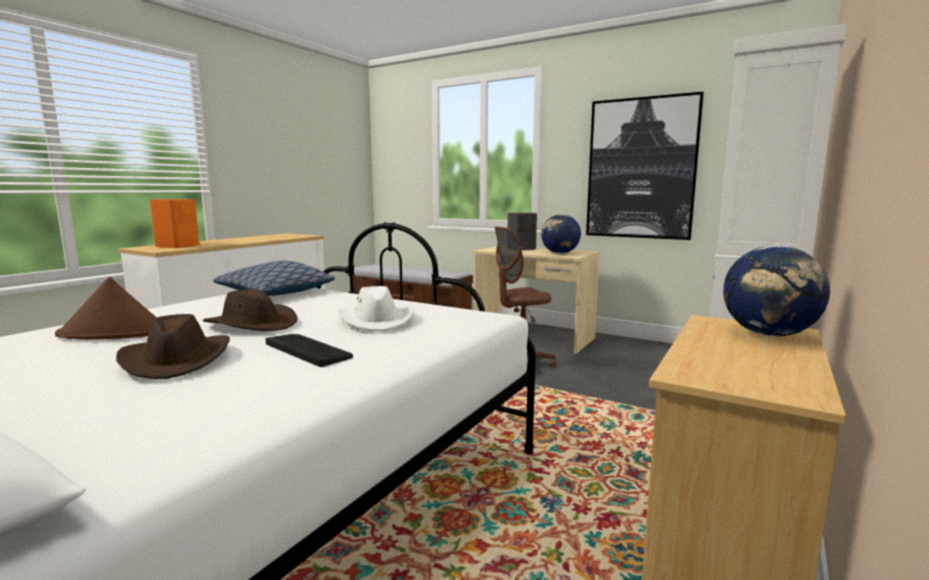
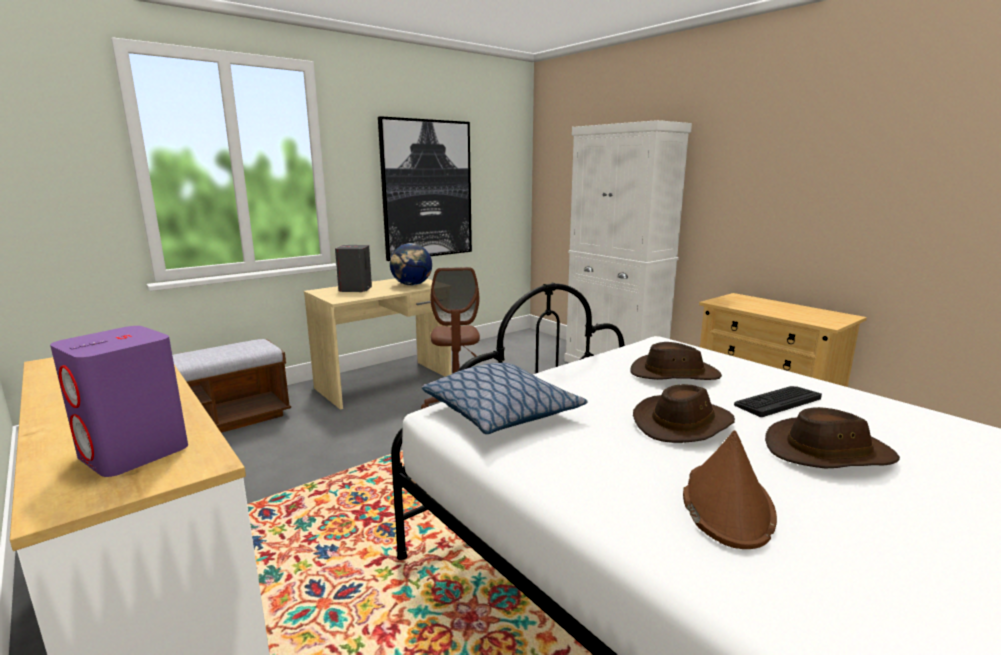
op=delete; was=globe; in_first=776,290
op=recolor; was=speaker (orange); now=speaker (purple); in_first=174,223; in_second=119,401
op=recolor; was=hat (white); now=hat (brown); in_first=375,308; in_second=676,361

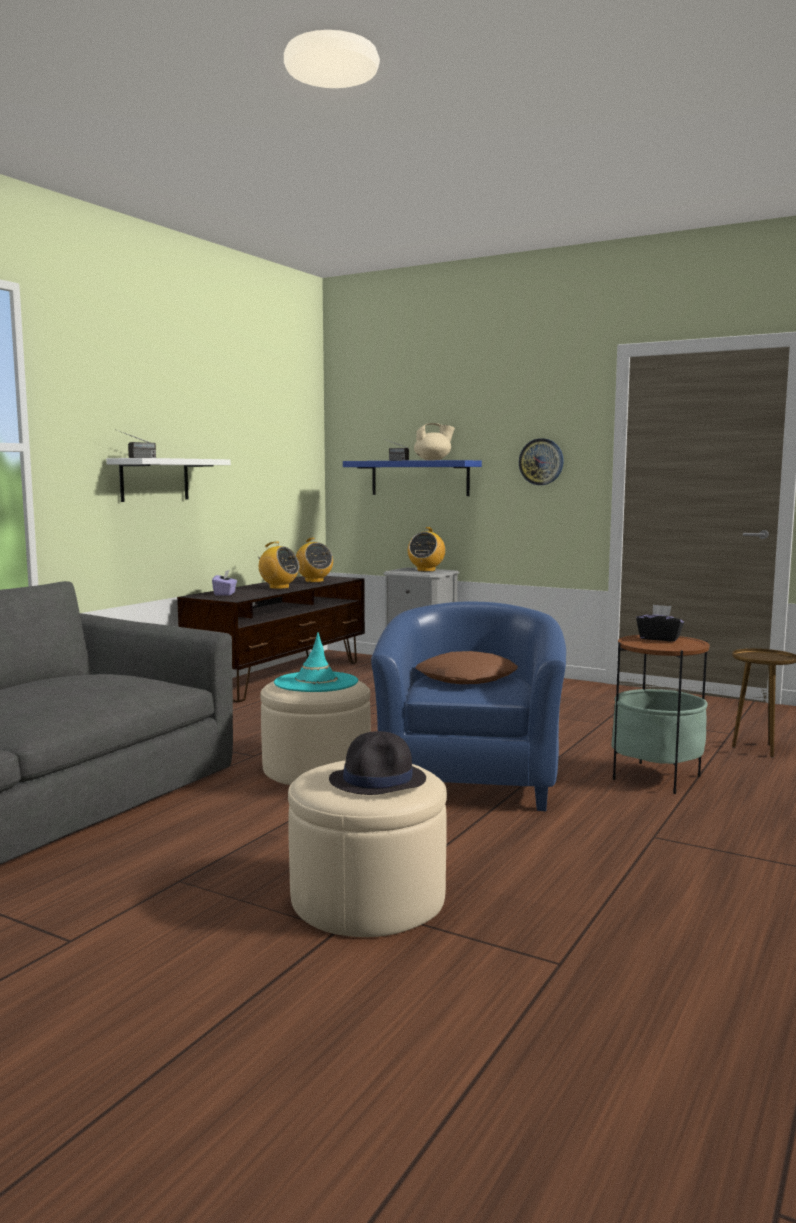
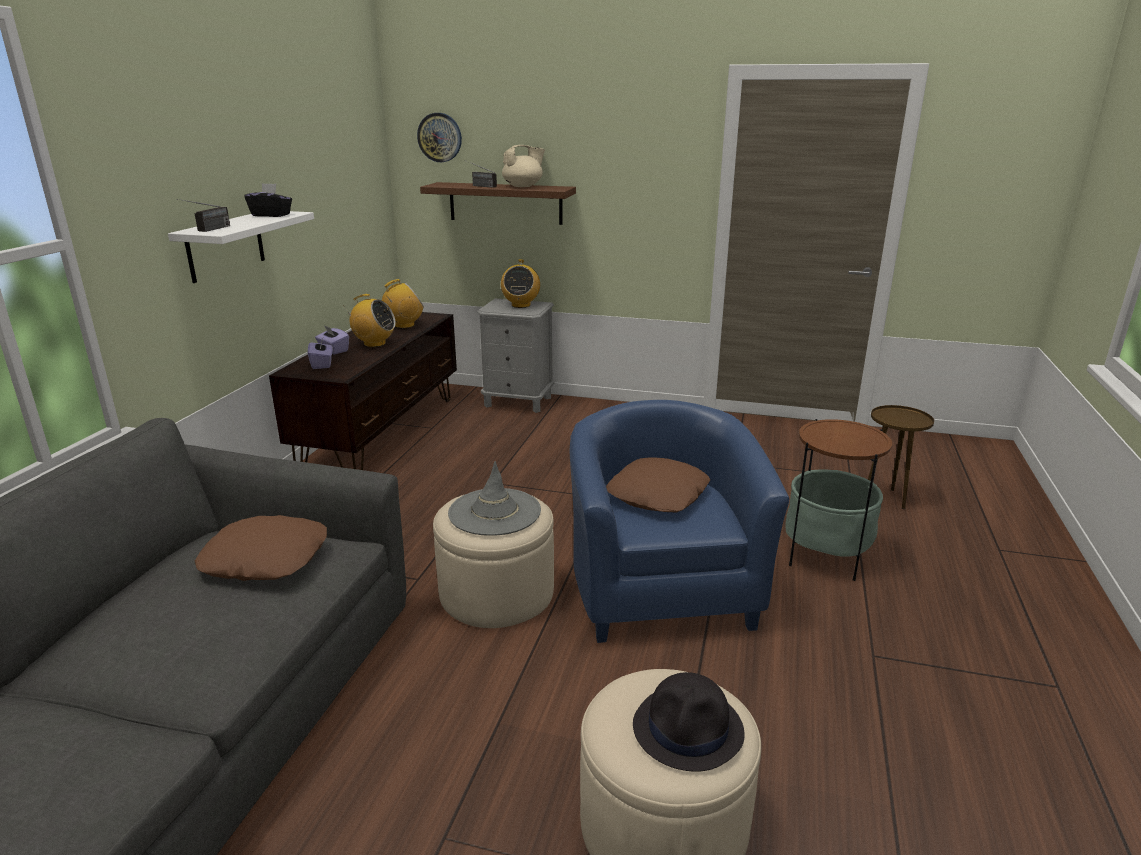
op=insert; now=pillow (brown); in_second=261,548
op=insert; now=tissue box (purple); in_second=332,340
op=move; was=wall clock; in_first=541,461; in_second=439,137
op=move; was=tissue box (black); in_first=660,623; in_second=268,200
op=recolor; was=hat (turquoise); now=hat (grey); in_first=316,662; in_second=494,498
op=recolor; was=shelf (blue); now=shelf (brown); in_first=412,478; in_second=498,203
op=rotate; was=radio; in_first=314,560; in_second=403,303; clockwise=-75

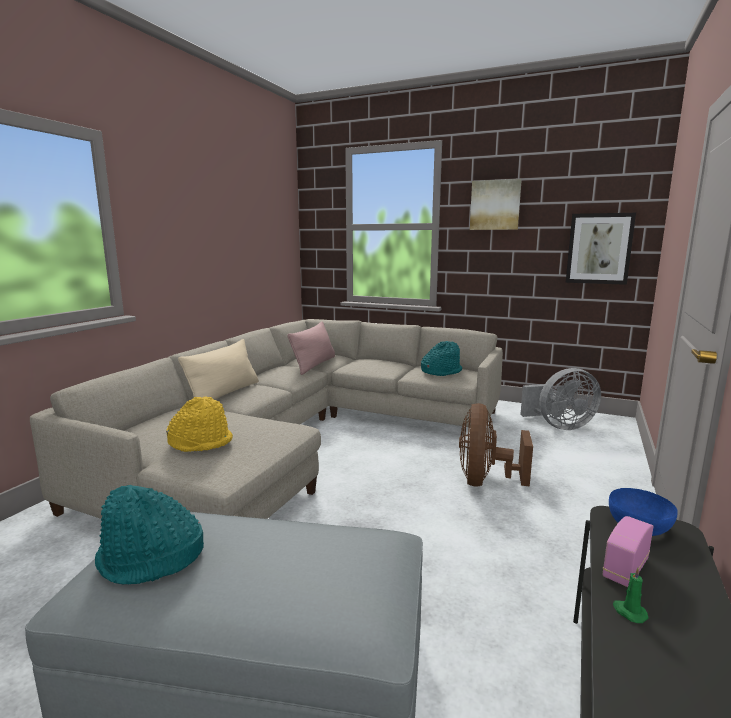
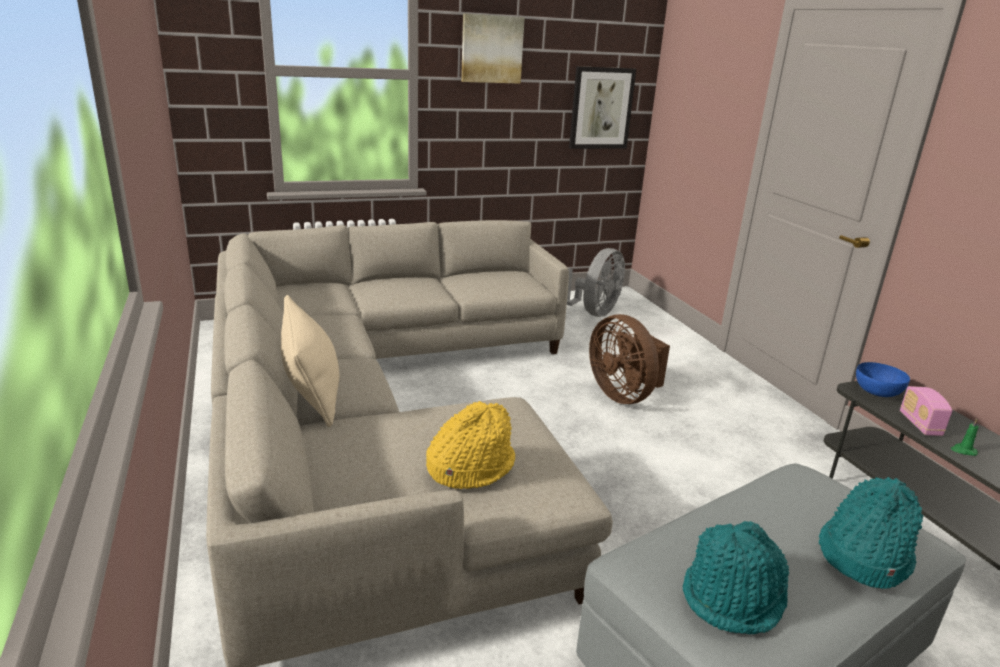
op=delete; was=pillow (pink); in_first=311,348
op=move; was=hat (turquoise); in_first=441,358; in_second=871,533

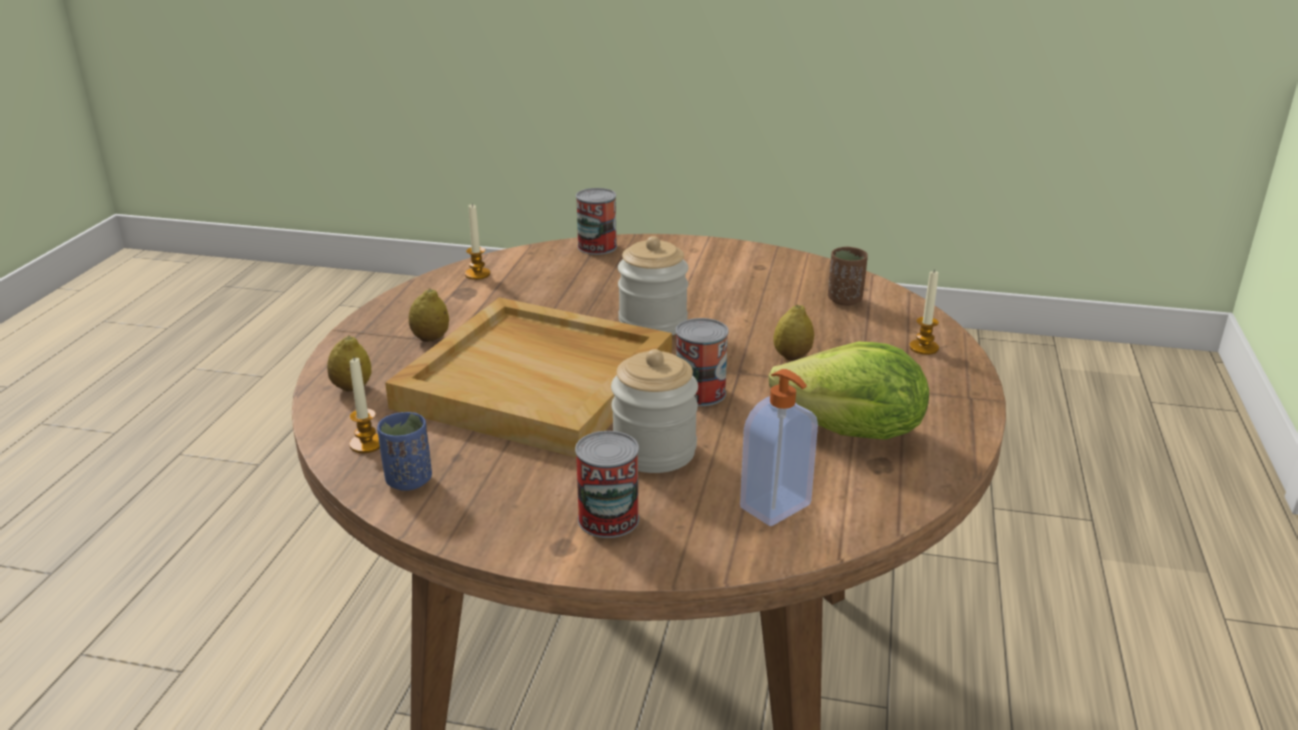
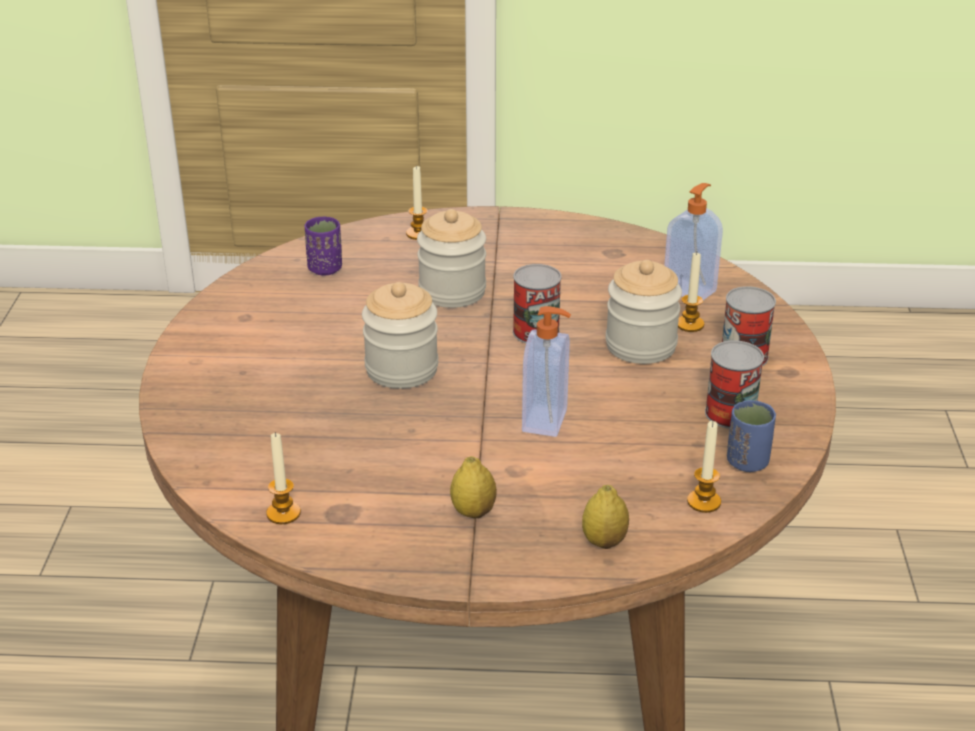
op=delete; was=lettuce; in_first=849,391
op=insert; now=candle; in_second=691,292
op=move; was=can; in_first=596,221; in_second=734,384
op=replace; was=tray (beige); now=soap dispenser; in_first=528,377; in_second=546,371
op=replace; was=lemon; now=jar; in_first=793,332; in_second=451,258
op=recolor; was=cup (brown); now=cup (purple); in_first=848,276; in_second=323,246

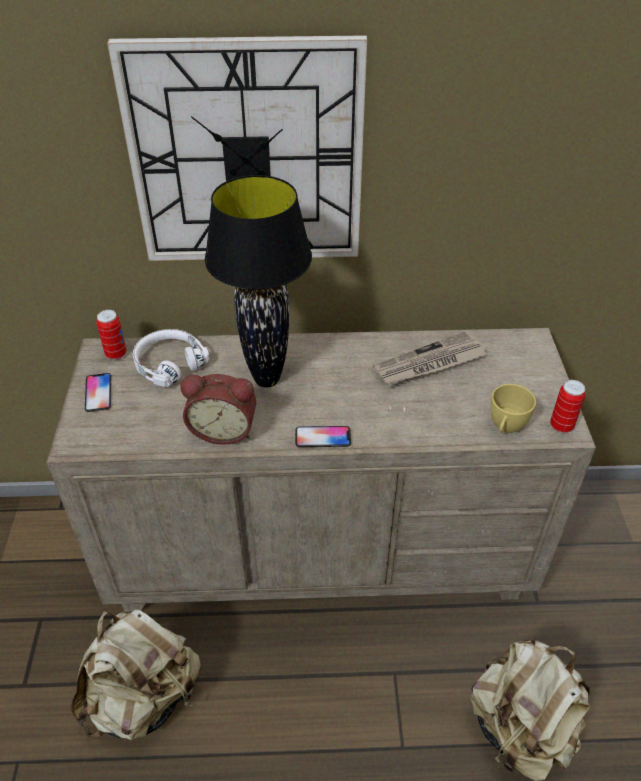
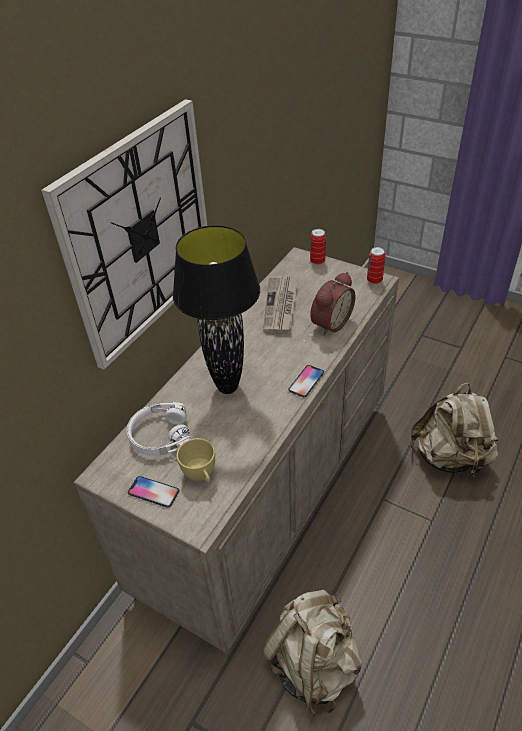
op=move; was=can; in_first=111,335; in_second=318,247
op=move; was=alarm clock; in_first=218,409; in_second=333,304
op=move; was=cup (yellow); in_first=513,408; in_second=196,460

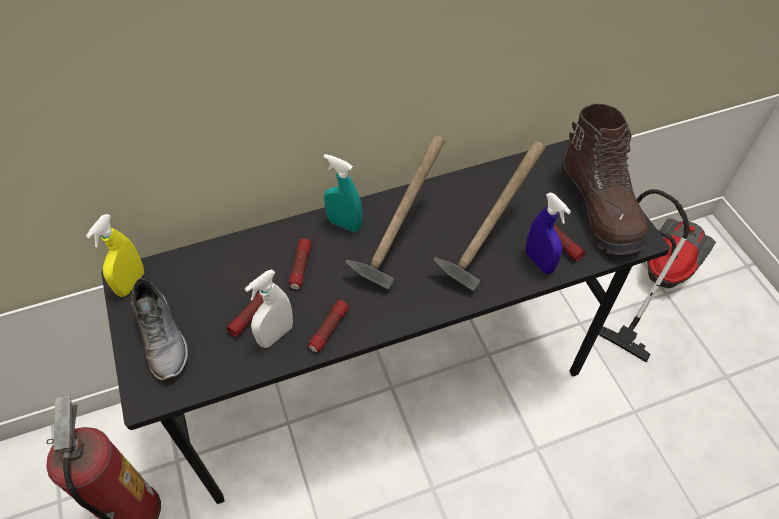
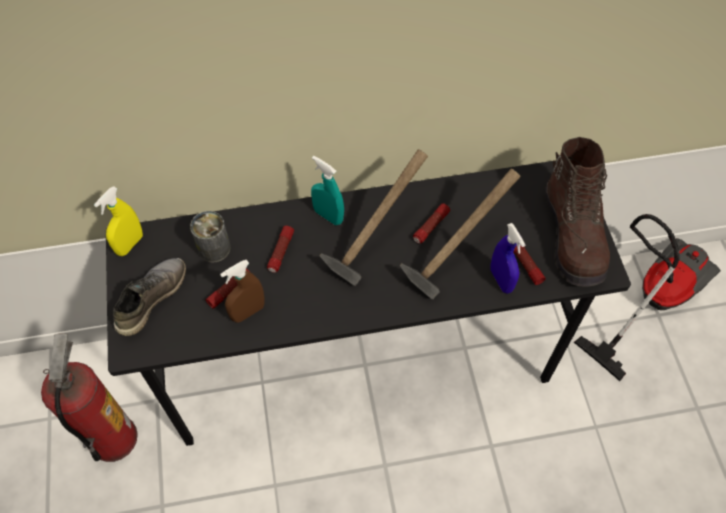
op=insert; now=can; in_second=210,236
op=move; was=flashlight; in_first=328,326; in_second=431,223
op=recolor; was=spray bottle (white); now=spray bottle (brown); in_first=269,308; in_second=242,291
op=rotate; was=shoe (grey); in_first=159,329; in_second=149,297; clockwise=-135

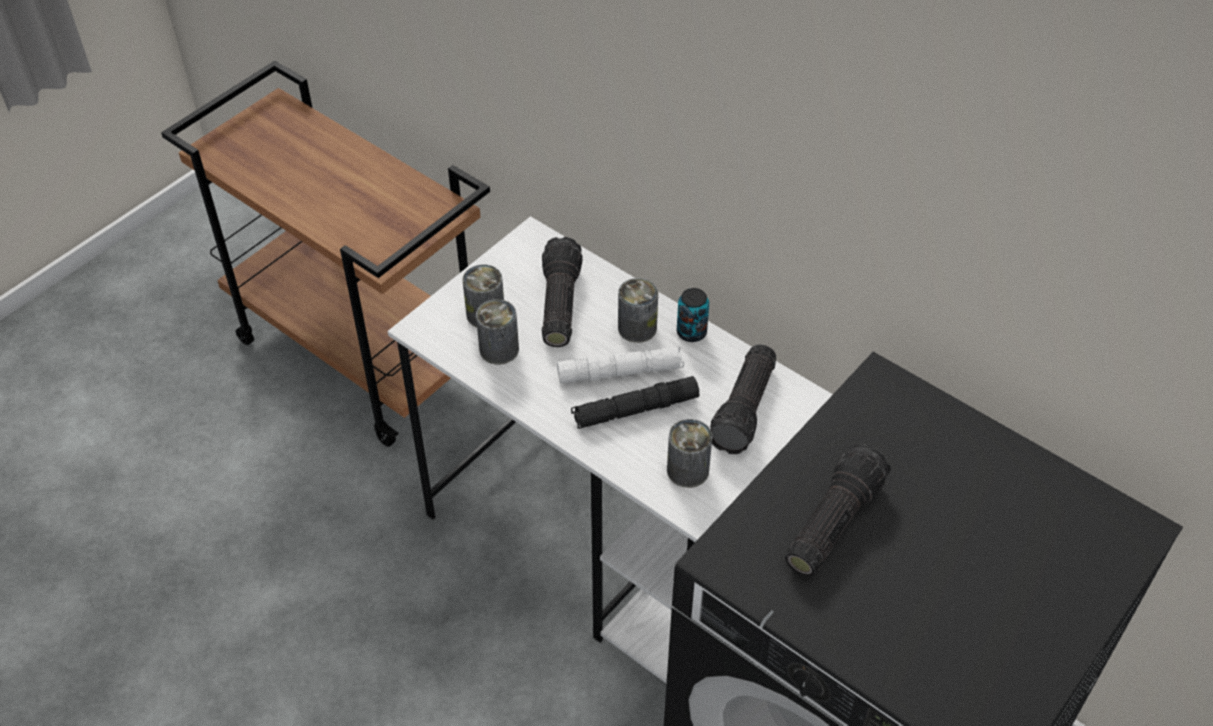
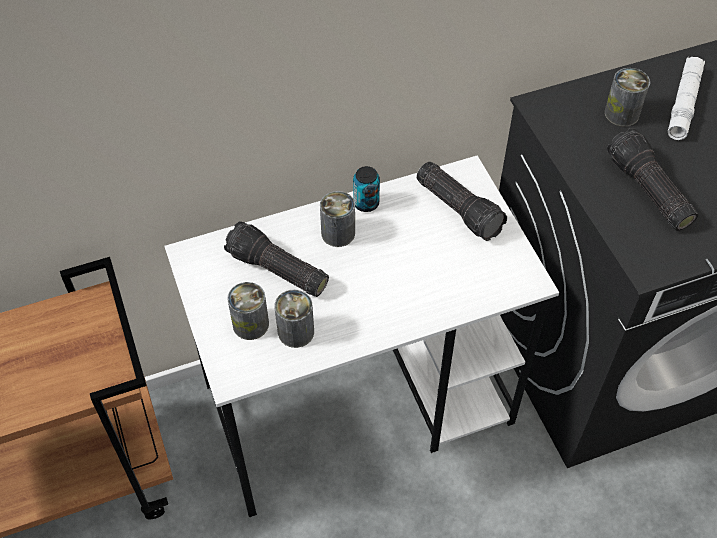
op=delete; was=flashlight (black); in_first=635,402
op=move; was=flashlight (white); in_first=620,365; in_second=686,98
op=move; was=can; in_first=689,453; in_second=627,97

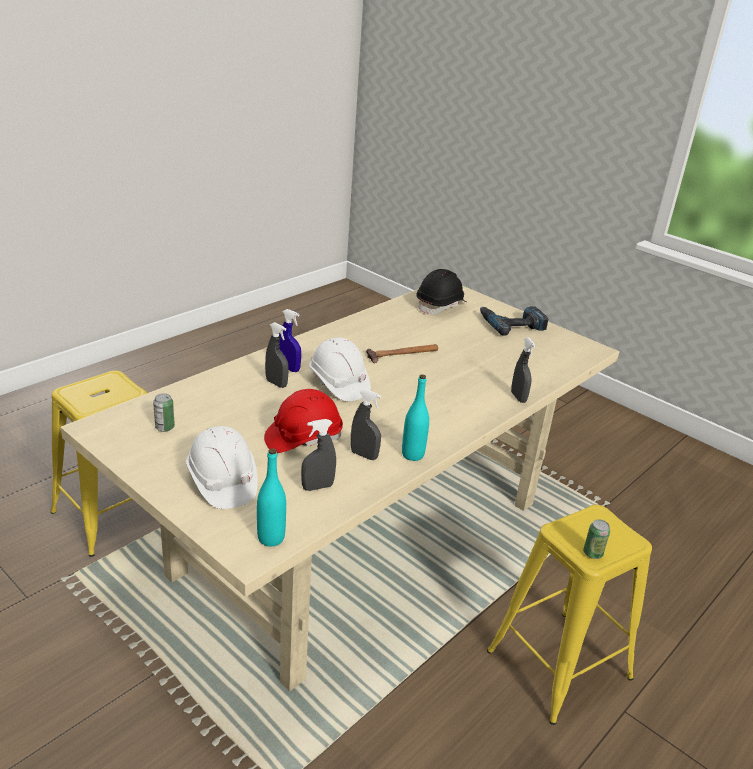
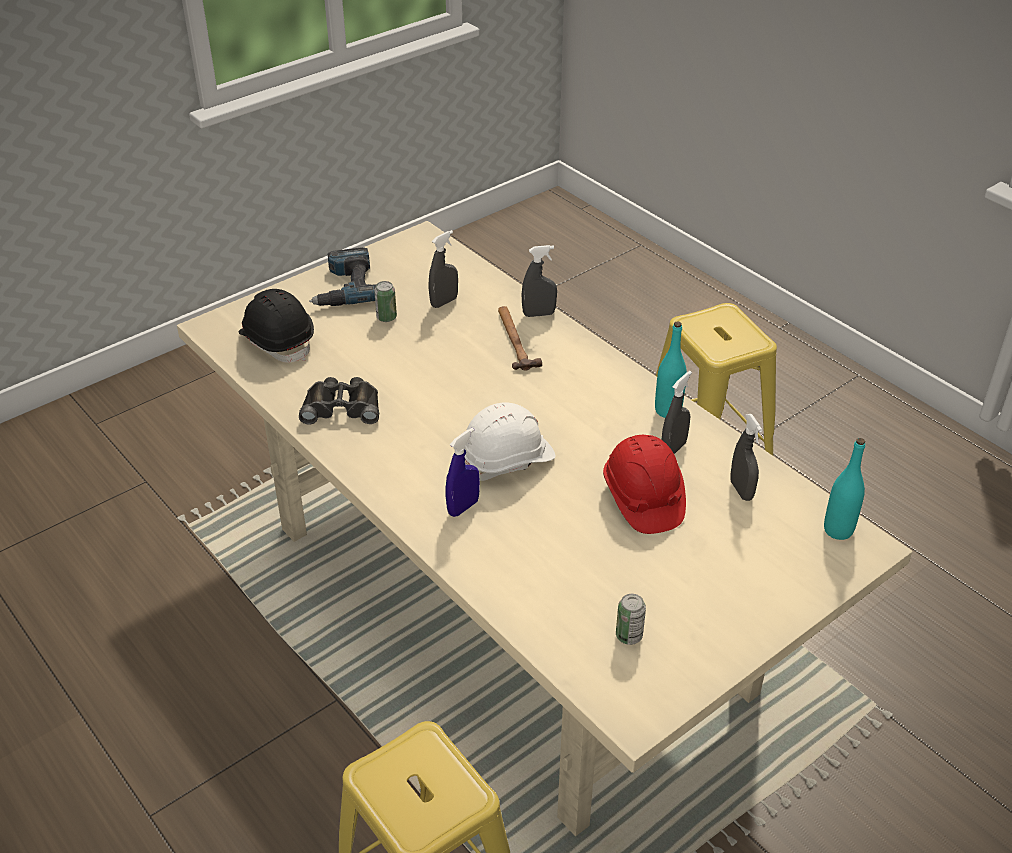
op=delete; was=hard hat (white); in_first=222,467
op=insert; now=binoculars (black); in_second=339,401
op=move; was=spray bottle (grey); in_first=277,355; in_second=443,269
op=move; was=hammer; in_first=402,353; in_second=520,338
op=move; was=can; in_first=596,539; in_second=385,301

